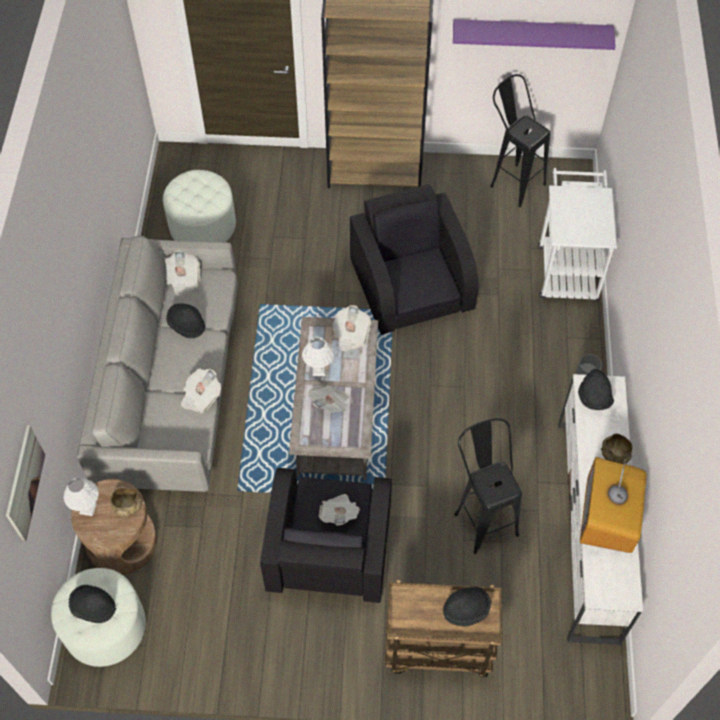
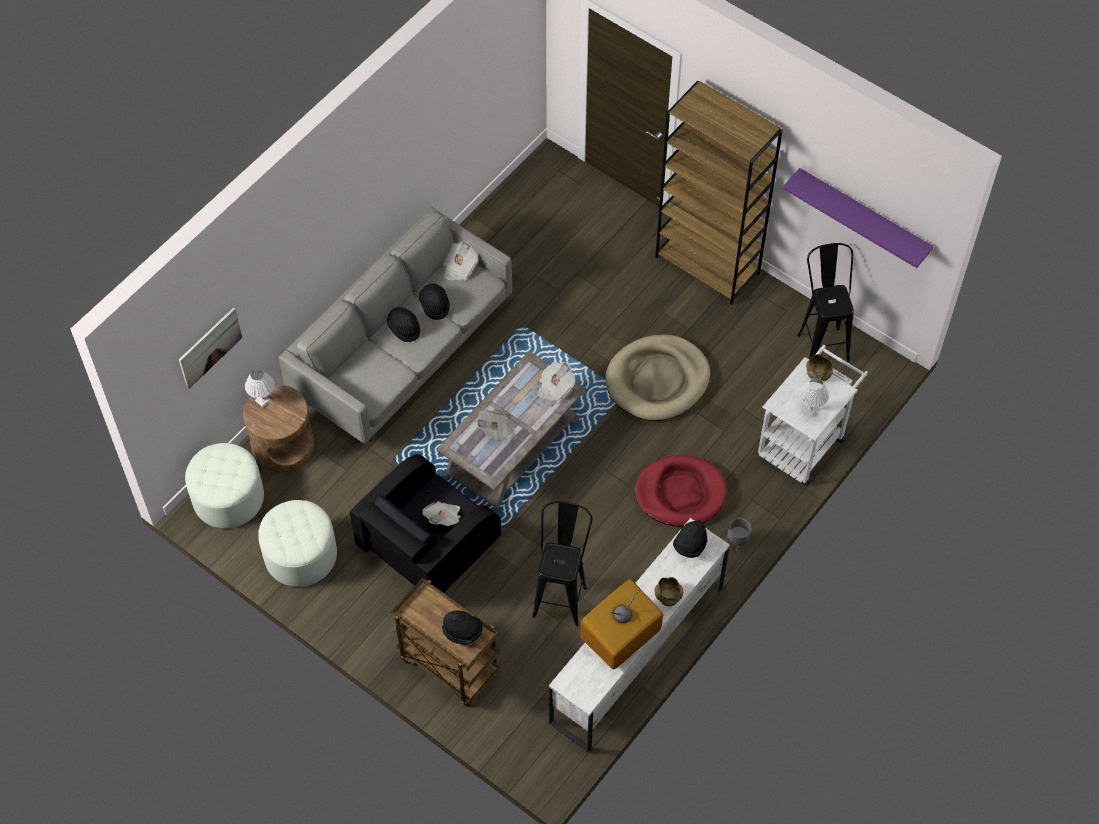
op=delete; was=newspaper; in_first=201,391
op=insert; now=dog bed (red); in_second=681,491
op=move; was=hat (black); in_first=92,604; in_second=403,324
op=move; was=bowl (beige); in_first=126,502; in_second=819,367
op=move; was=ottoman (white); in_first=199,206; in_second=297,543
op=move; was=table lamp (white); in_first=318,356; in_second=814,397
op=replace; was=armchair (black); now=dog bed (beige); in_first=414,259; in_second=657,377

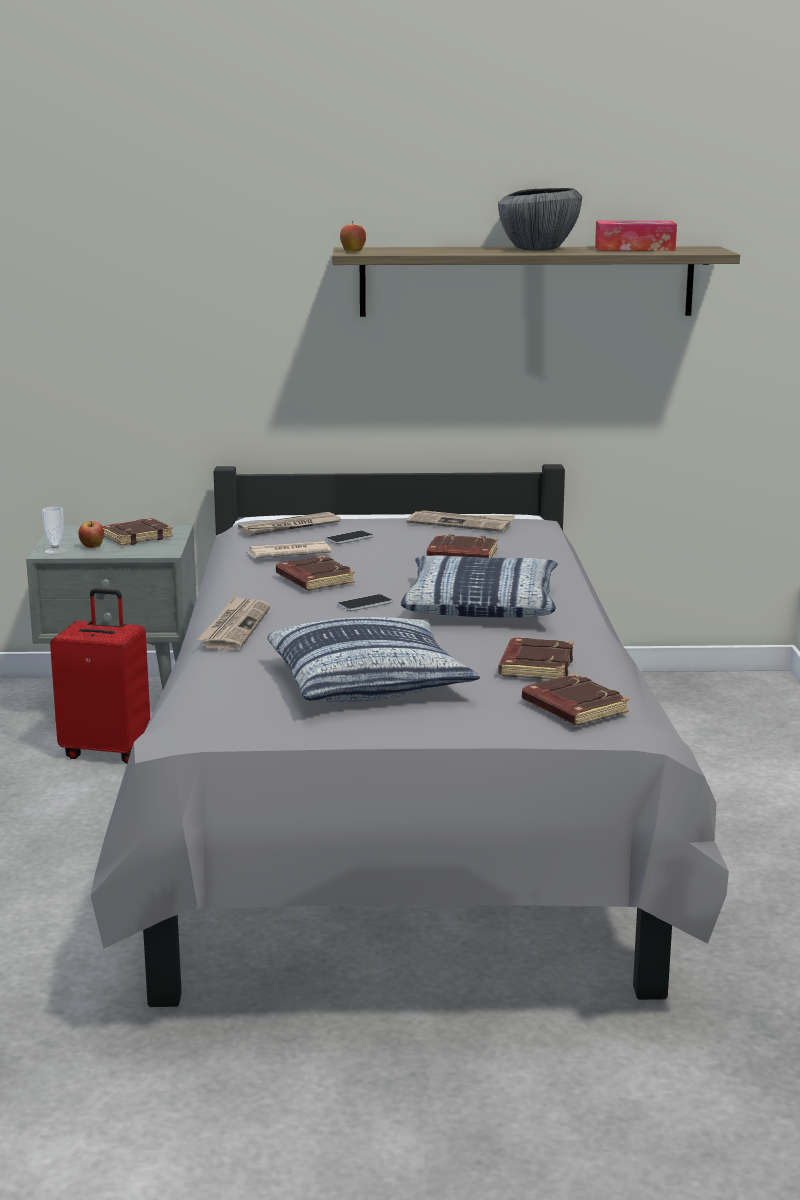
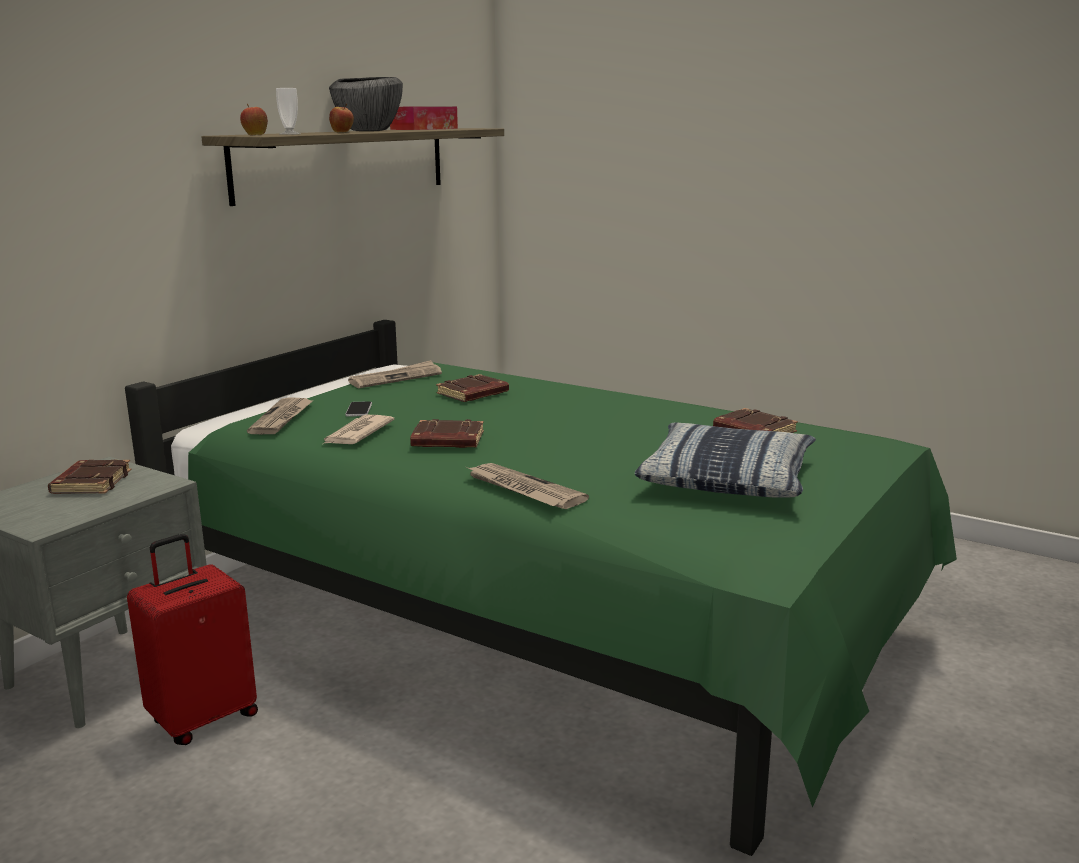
op=delete; was=phone; in_first=365,602
op=delete; was=pillow; in_first=479,586
op=delete; was=book (brown); in_first=575,700
op=move; was=cup; in_first=54,530; in_second=288,111
op=move; was=apple; in_first=91,534; in_second=341,118
op=recolor; was=bed (grey); now=bed (green); in_first=409,735; in_second=541,588

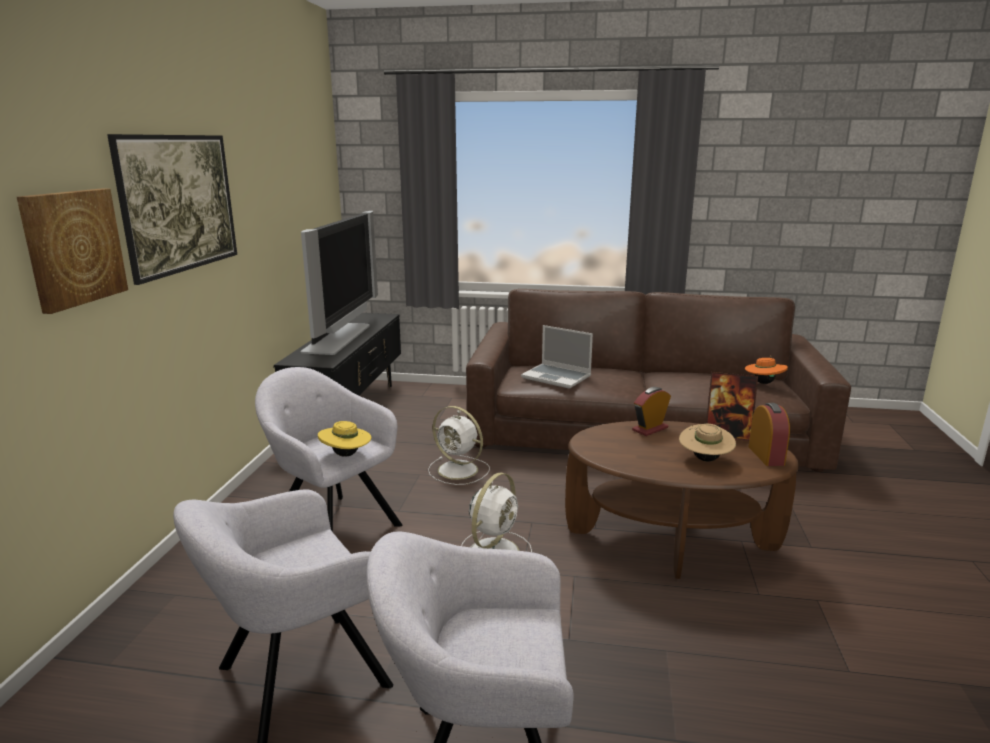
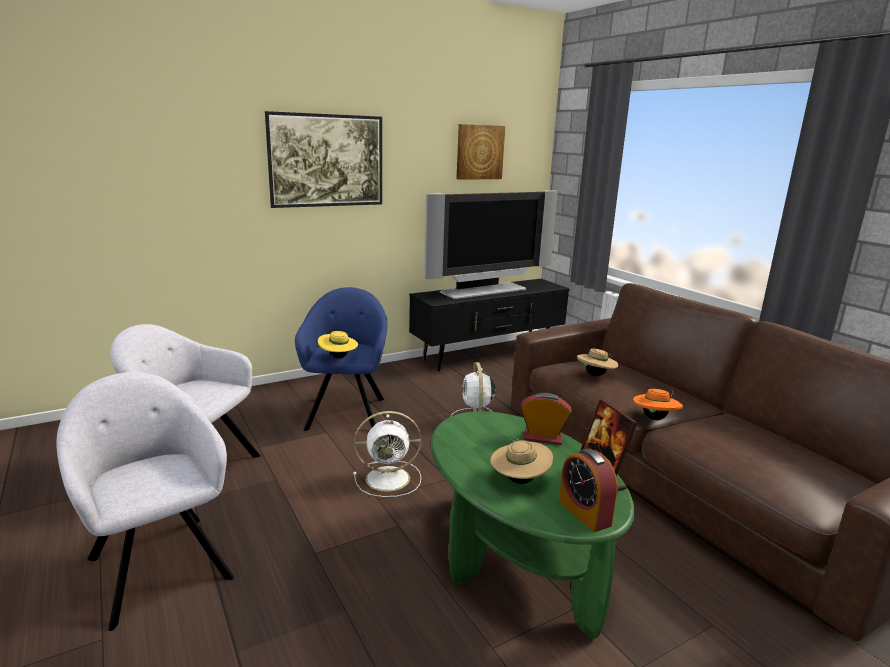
op=move; was=picture; in_first=72,251; in_second=480,152
op=move; was=hat (orange); in_first=766,369; in_second=658,404
op=replace; was=laptop; now=hat (beige); in_first=557,357; in_second=598,362
op=recolor; was=armchair (grey); now=armchair (blue); in_first=328,449; in_second=341,359
op=recolor; was=coffee table (brown); now=coffee table (green); in_first=682,500; in_second=533,525
op=rotate; was=alarm clock; in_first=769,434; in_second=588,490; clockwise=105

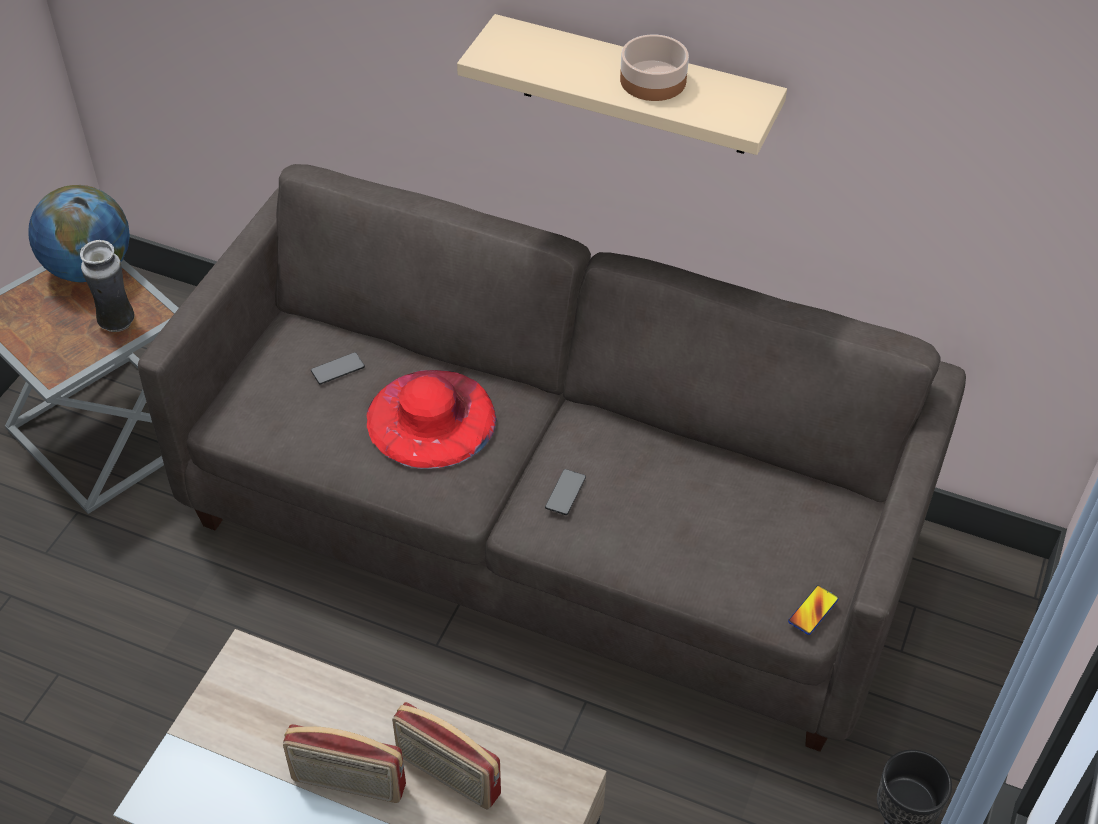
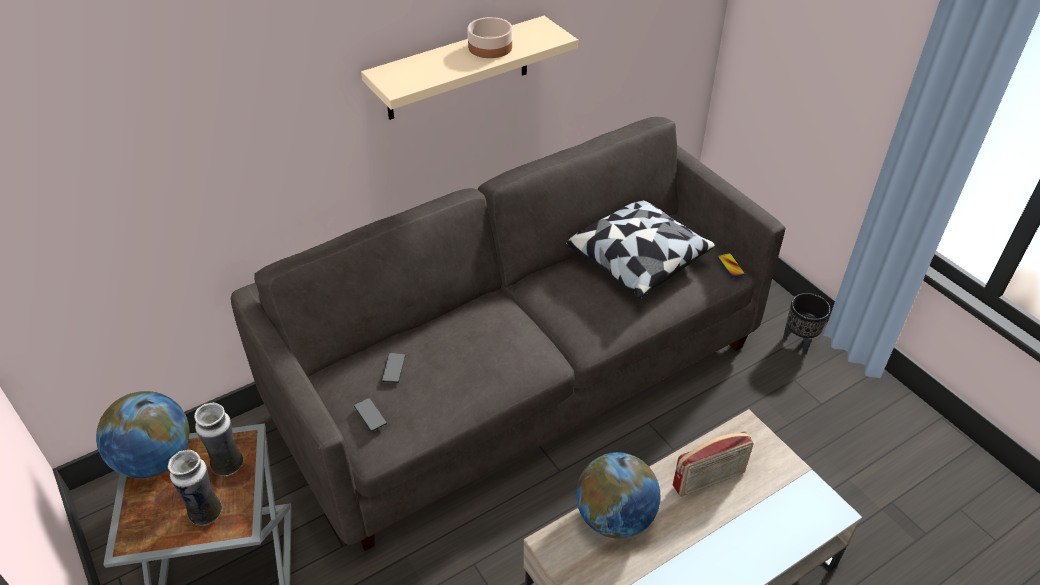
op=delete; was=radio; in_first=344,763
op=delete; was=hat (red); in_first=432,419
op=insert; now=vase; in_second=195,488
op=insert; now=pillow; in_second=640,249
op=insert; now=globe; in_second=618,495
op=move; was=phone; in_first=565,492; in_second=370,414

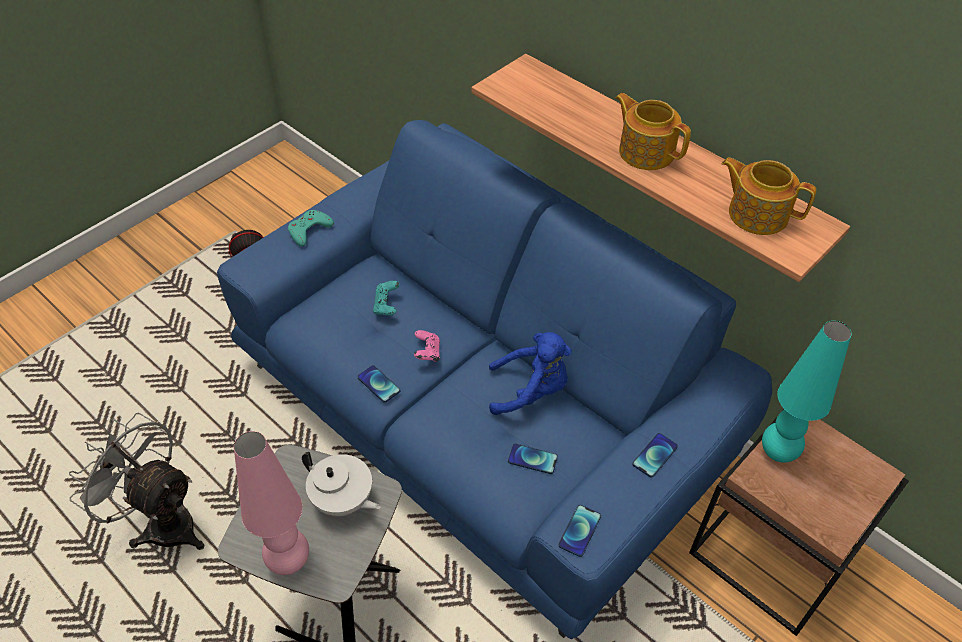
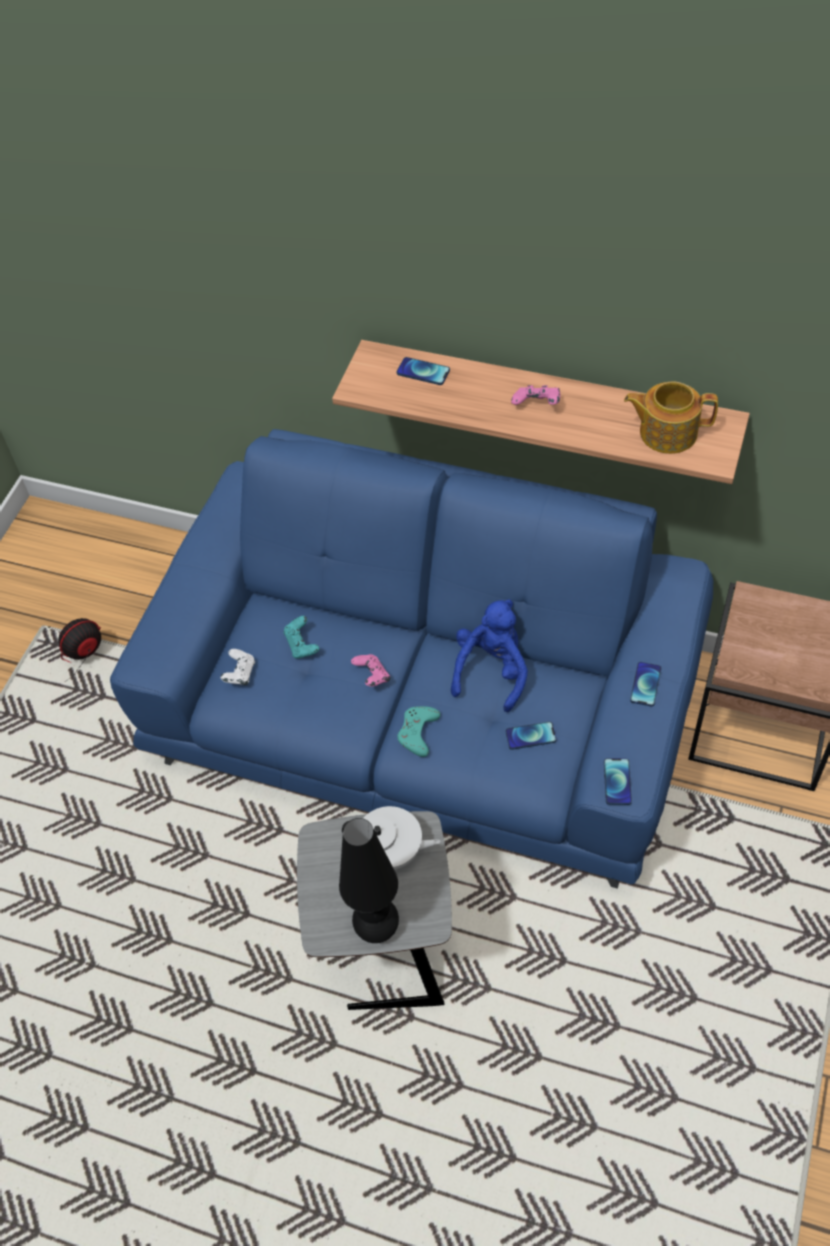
op=delete; was=fan (grey); in_first=136,481
op=delete; was=table lamp (turquoise); in_first=807,392
op=insert; now=game controller (white); in_second=237,667
op=move; was=game controller (turquoise); in_first=311,228; in_second=419,731
op=move; was=phone; in_first=378,384; in_second=423,371
op=replace; was=teapot; now=game controller (pink); in_first=653,131; in_second=535,395
op=recolor; was=table lamp (pink); now=table lamp (black); in_first=271,503; in_second=369,880
op=rotate; was=plush toy (blue); in_first=530,373; in_second=489,655; clockwise=-45

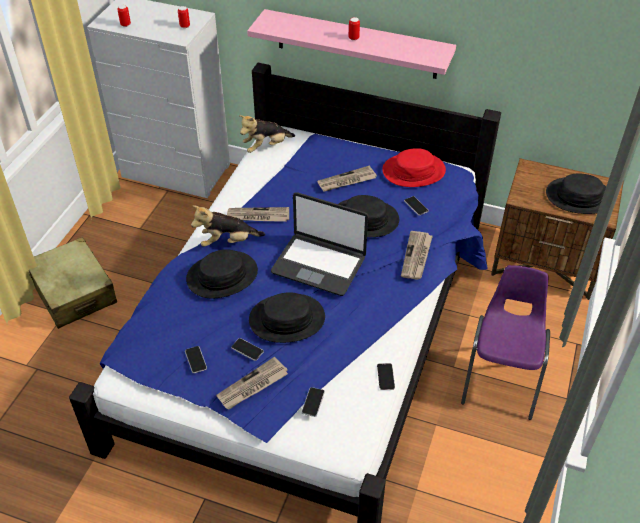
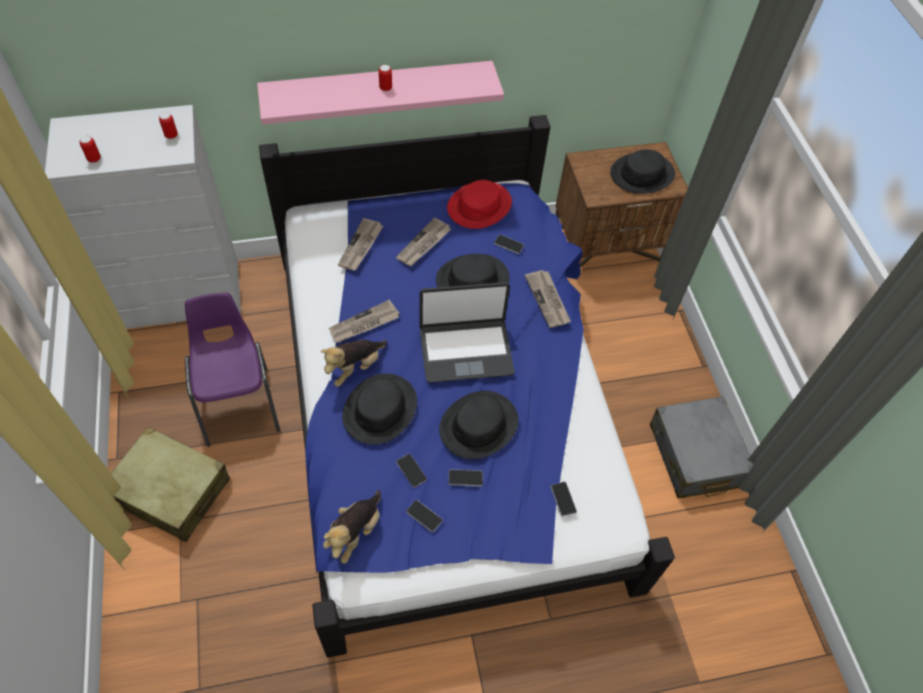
op=insert; now=suitcase (grey); in_second=701,447
op=move; was=newspaper; in_first=252,383; in_second=360,244
op=move; was=plush toy; in_first=267,134; in_second=352,527
op=move; was=phone; in_first=386,376; in_second=411,470
op=move; was=chair (purple); in_first=505,342; in_second=232,370

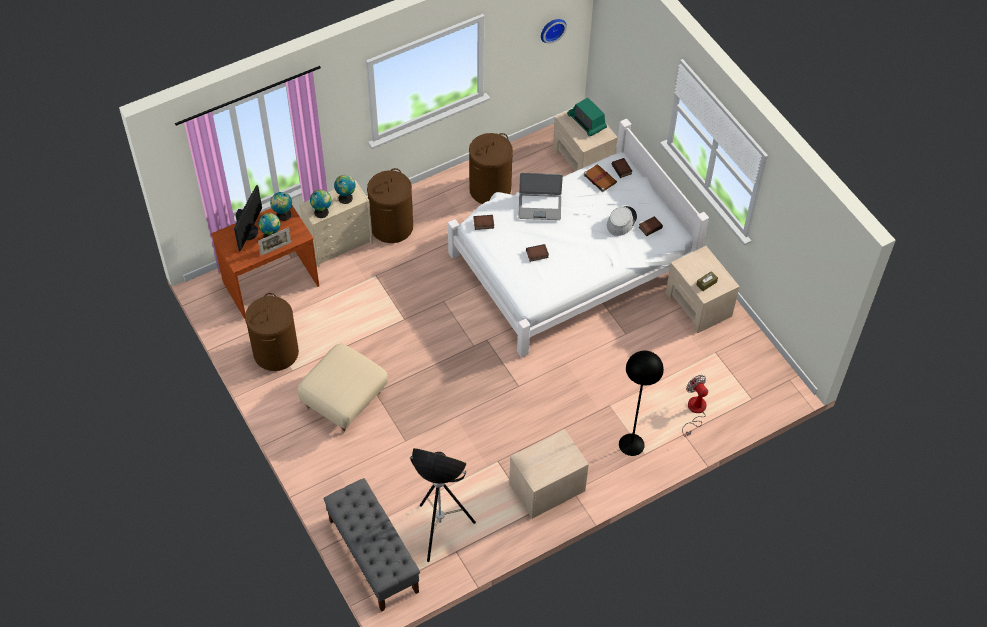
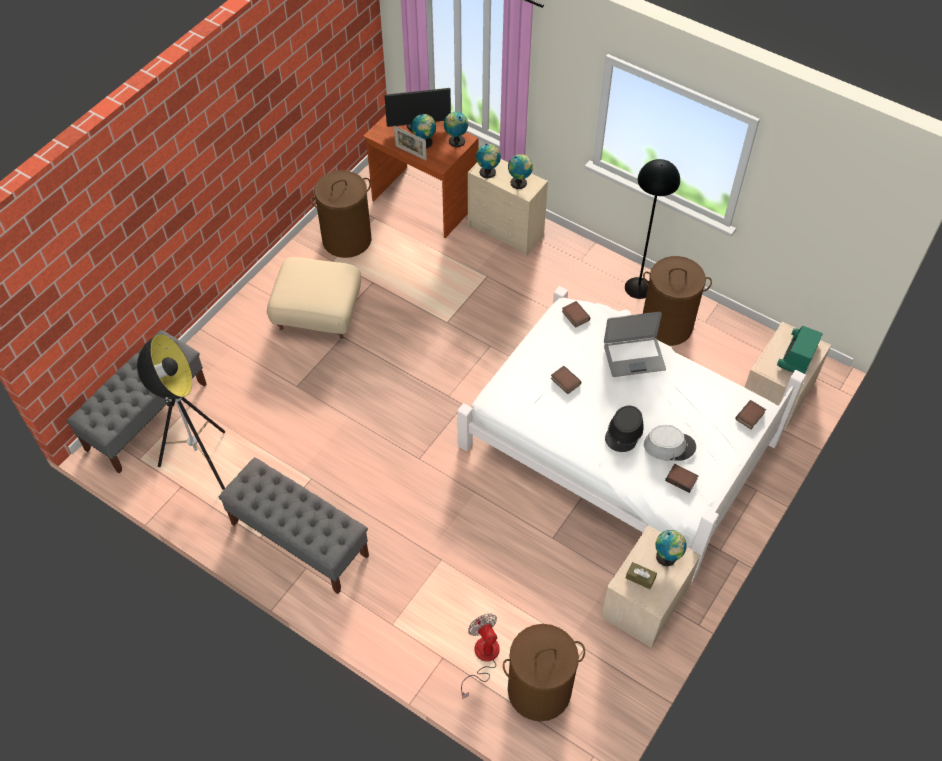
op=delete; was=wall clock; in_first=554,31
op=delete; was=book (brown); in_first=600,178
op=insert; now=hat (black); in_second=624,429
op=insert; now=globe; in_second=671,548
op=move; was=laundry basket (brown); in_first=390,205; in_second=544,672
op=move; was=floor lamp (black); in_first=641,403; in_second=652,229
op=replace; was=nightstand (beige); now=bench (grey); in_first=549,474; in_second=294,525
op=rotate; was=laptop; in_first=540,196; in_second=635,344; clockwise=-75
op=rotate; was=fan; in_first=695,406; in_second=480,656; clockwise=-60

